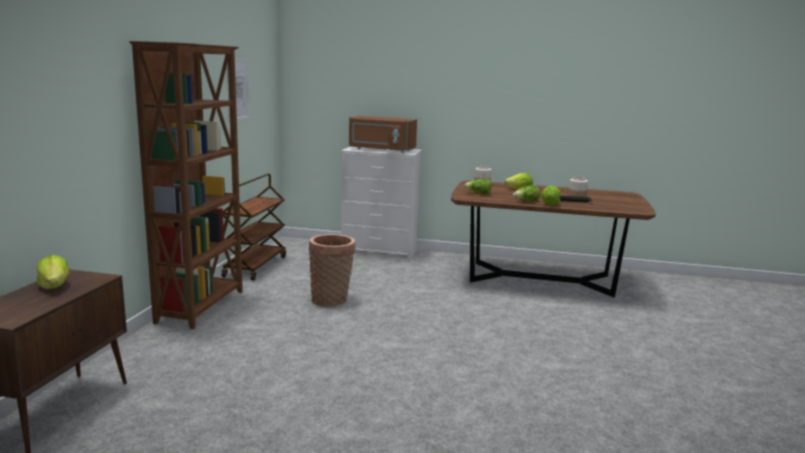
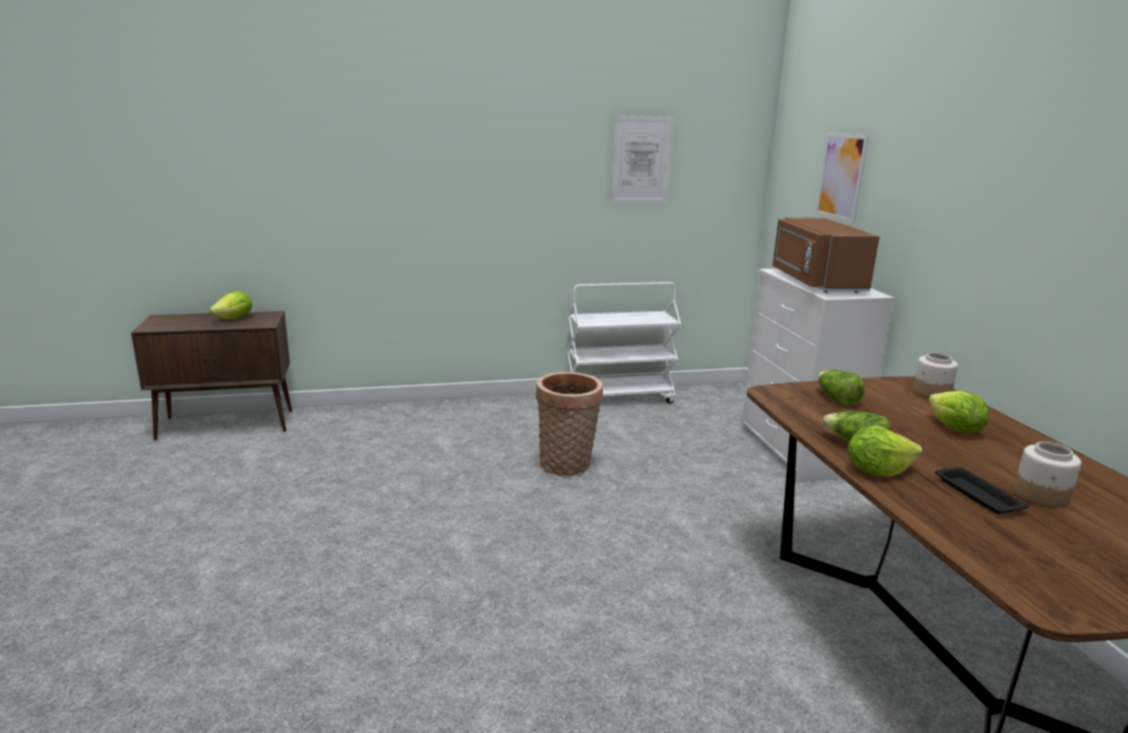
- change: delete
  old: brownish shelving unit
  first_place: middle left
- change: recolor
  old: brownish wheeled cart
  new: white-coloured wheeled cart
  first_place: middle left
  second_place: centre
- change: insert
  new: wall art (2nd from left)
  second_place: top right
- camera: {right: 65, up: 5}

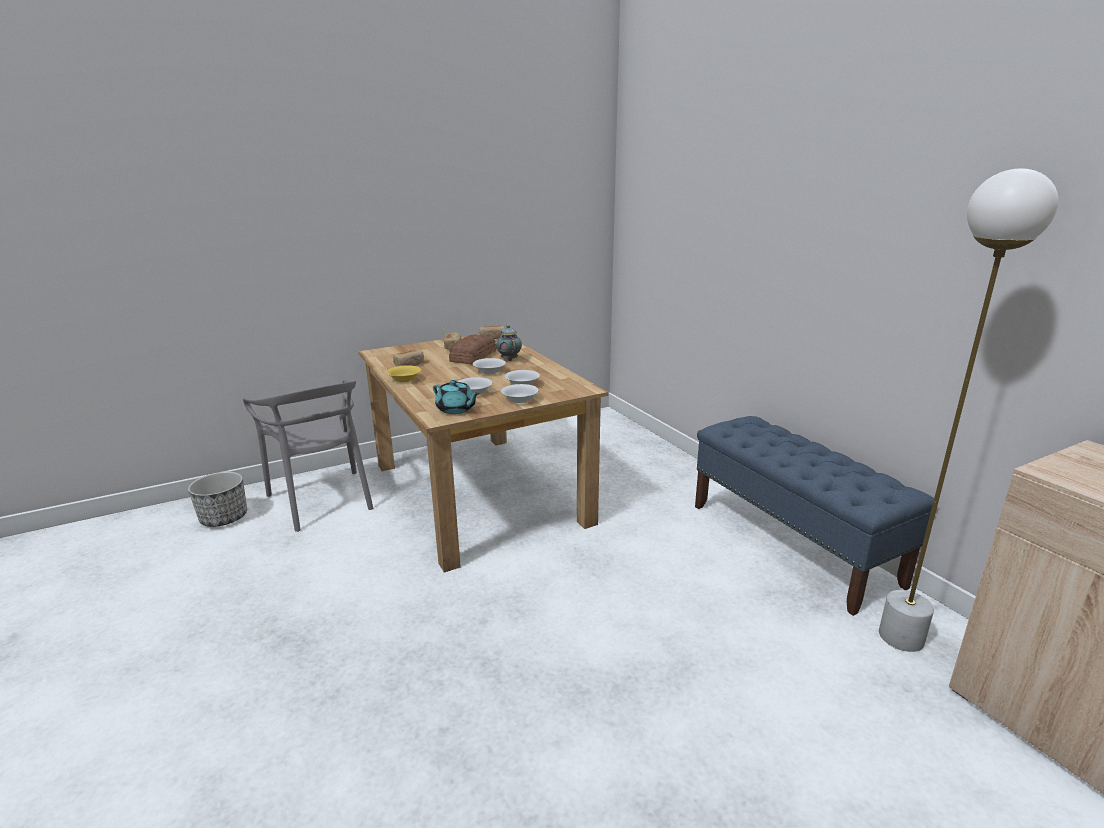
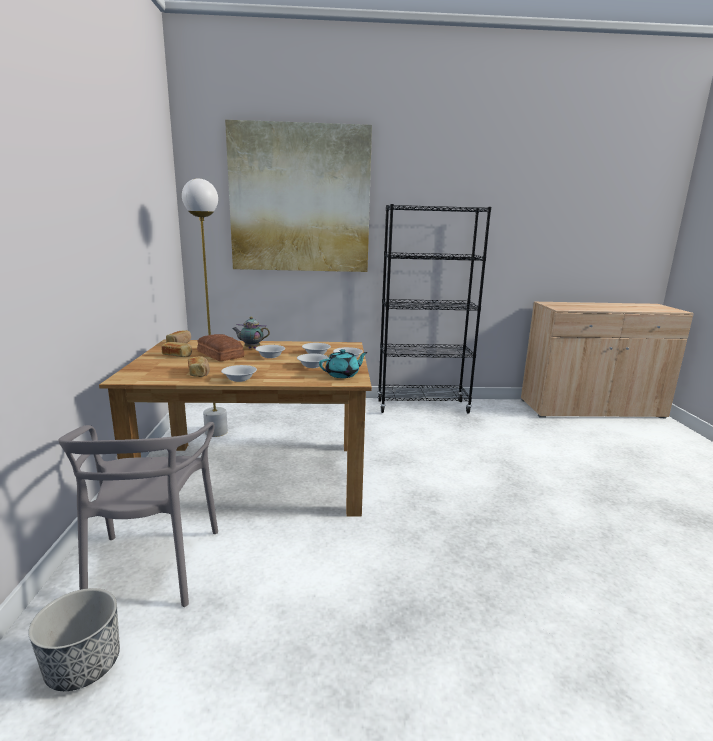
- change: move
  old: white-coloured standing lamp
  first_place: middle right
  second_place: middle left
- change: recolor
  old: yellow bowl
  new: white-coloured bowl (1st from left)
  first_place: centre
  second_place: centre
- change: rotate
  old: greyish chair
  first_place: middle left
  second_place: bottom left
  degrees: 90
- change: replace
  old: bluish indoor bench
  new: blackish shelving unit
  first_place: middle right
  second_place: centre
- change: insert
  new: wall art
  second_place: top centre
- camera: {right: -65, up: -5}

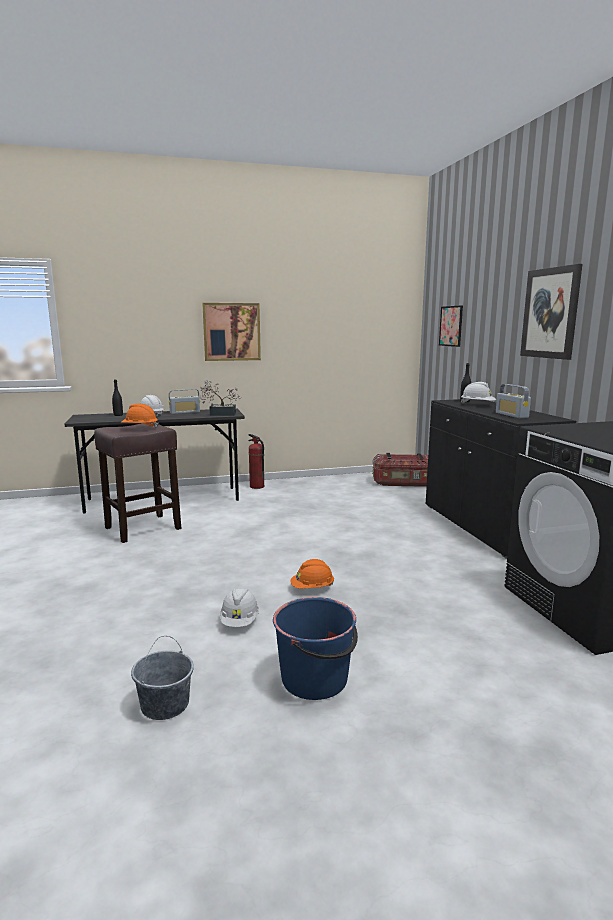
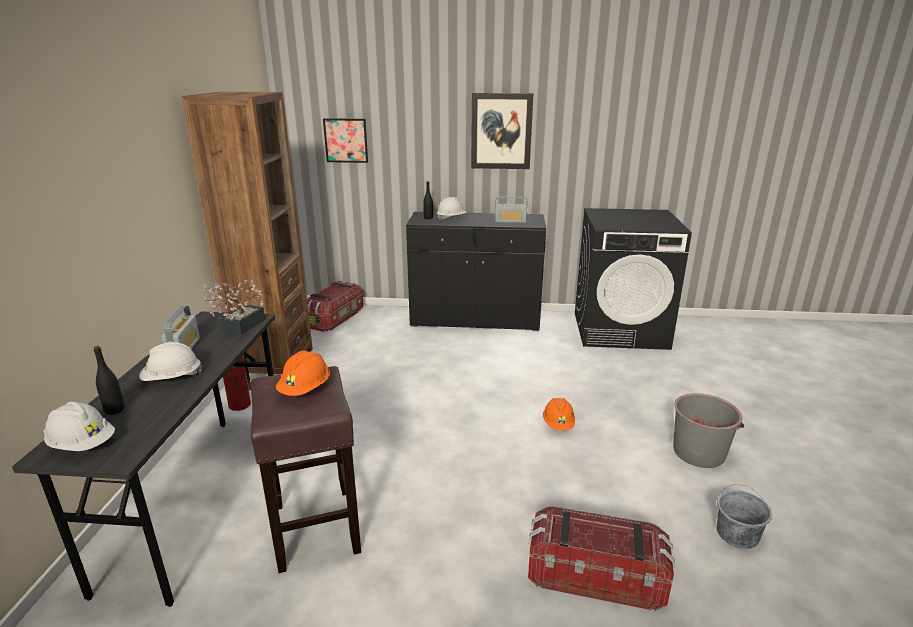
- change: delete
  old: wall art (1st from left)
  first_place: centre
- change: move
  old: white-coloured work helmet (2nd from left in the first image)
  new: white-coloured work helmet (1st from left)
  first_place: centre
  second_place: bottom left
- change: recolor
  old: bluish bucket
  new: greyish bucket (1st from left)
  first_place: bottom centre
  second_place: bottom right
- change: insert
  new: brownish shelving unit
  second_place: middle left
- change: insert
  new: storage container (2nd from left)
  second_place: bottom centre
- camera: {right: -70, up: 10}

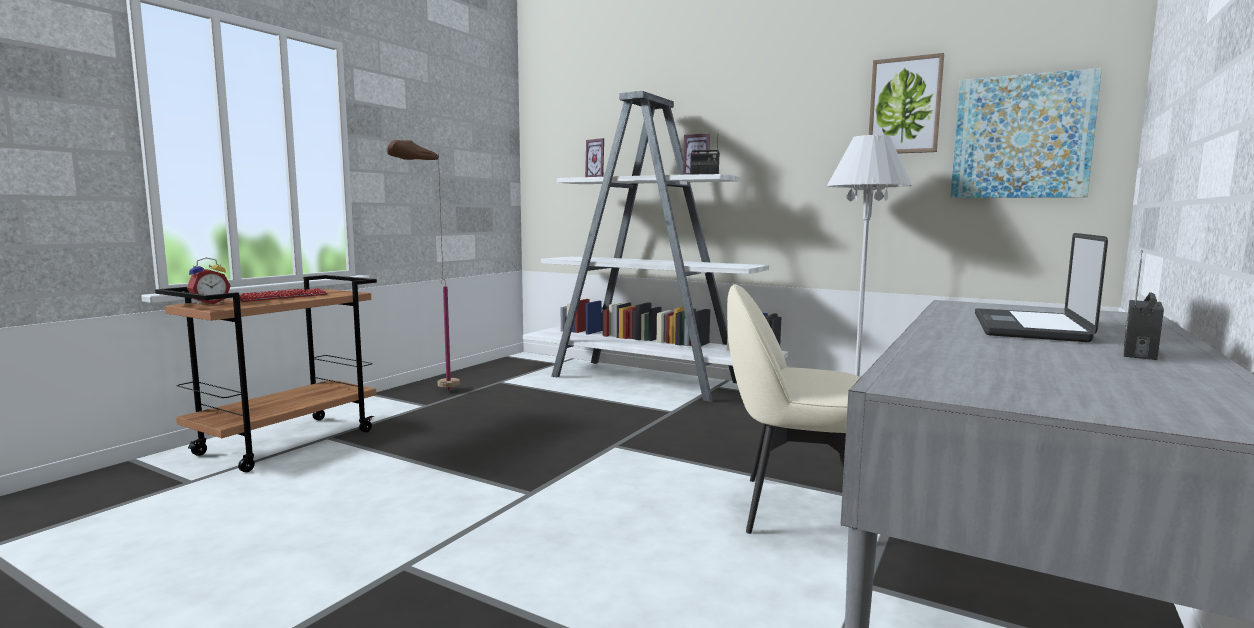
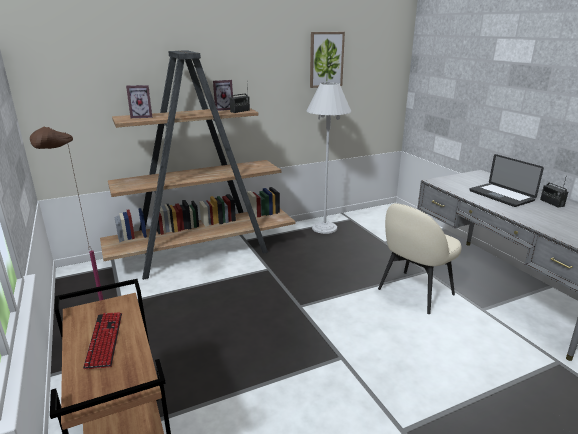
- change: delete
  old: wall art (2nd from left)
  first_place: top right
- change: recolor
  old: white-coloured shelving unit
  new: brownish shelving unit
  first_place: centre
  second_place: centre
- change: delete
  old: alarm clock
  first_place: middle left
- camera: {right: -55, up: 15}

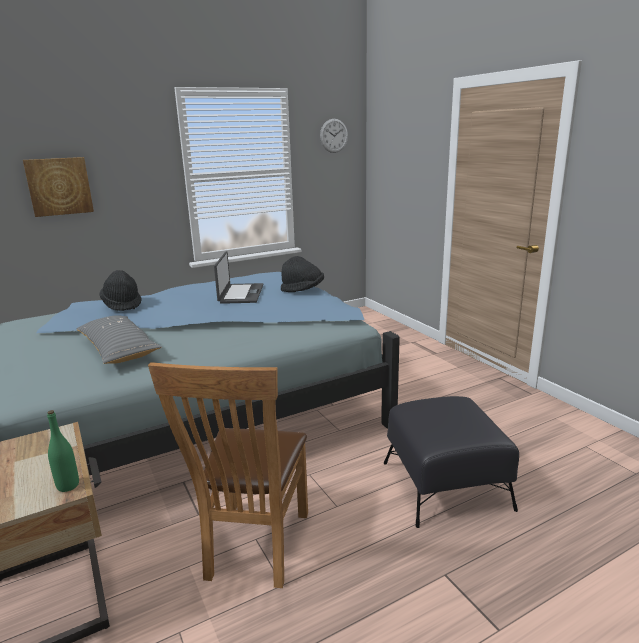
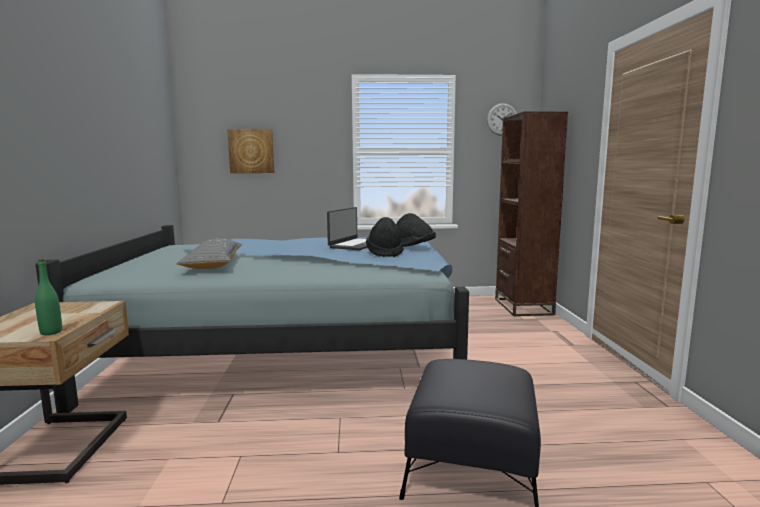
- change: move
  old: blackish clothing hat (1st from left)
  first_place: middle left
  second_place: centre
- change: delete
  old: brownish chair
  first_place: bottom centre
- change: insert
  new: brownish shelving unit
  second_place: middle right
- camera: {right: 25, up: -10}

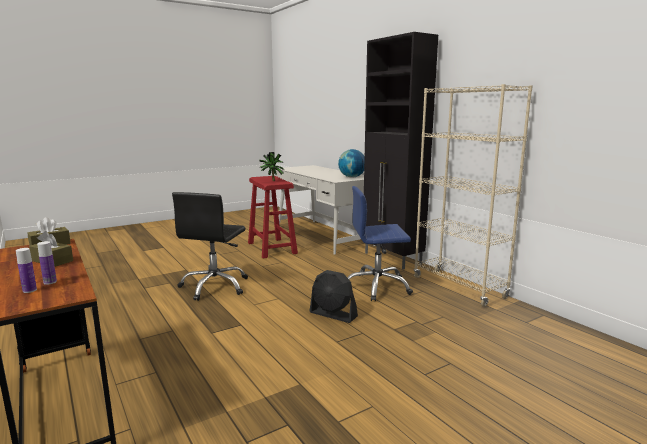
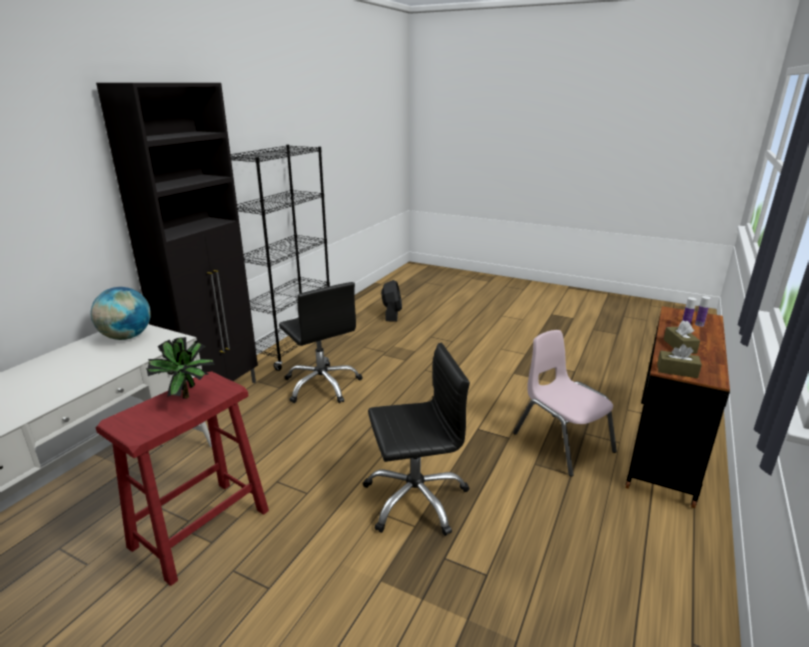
- change: recolor
  old: beige-coloured shelving unit
  new: blackish shelving unit
  first_place: middle right
  second_place: centre
- change: recolor
  old: bluish computer chair
  new: blackish computer chair (1st from left)
  first_place: centre
  second_place: centre
- change: move
  old: blackish electric fan
  first_place: bottom centre
  second_place: centre
- change: insert
  new: pink chair
  second_place: middle right
- camera: {right: -120, up: 10}

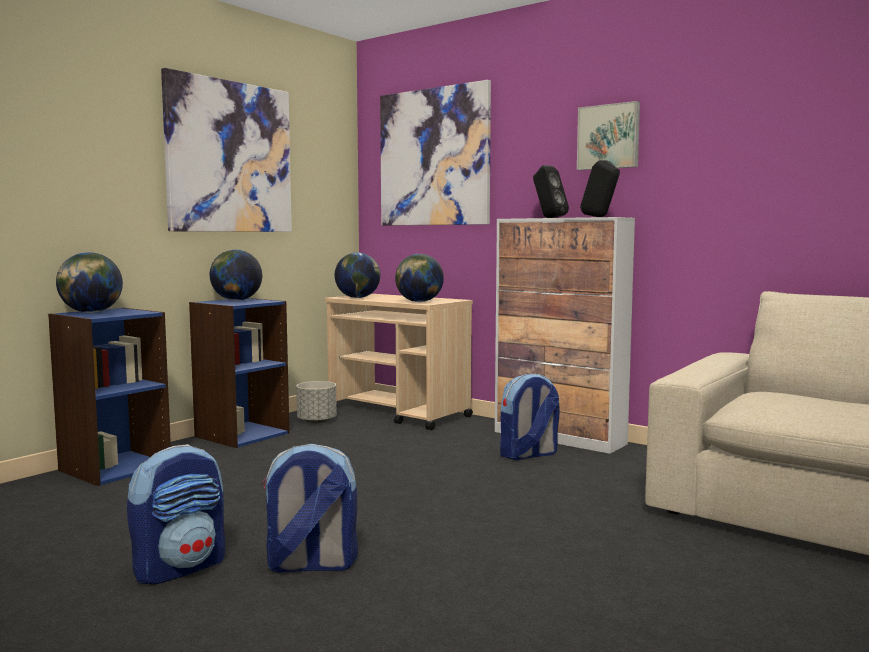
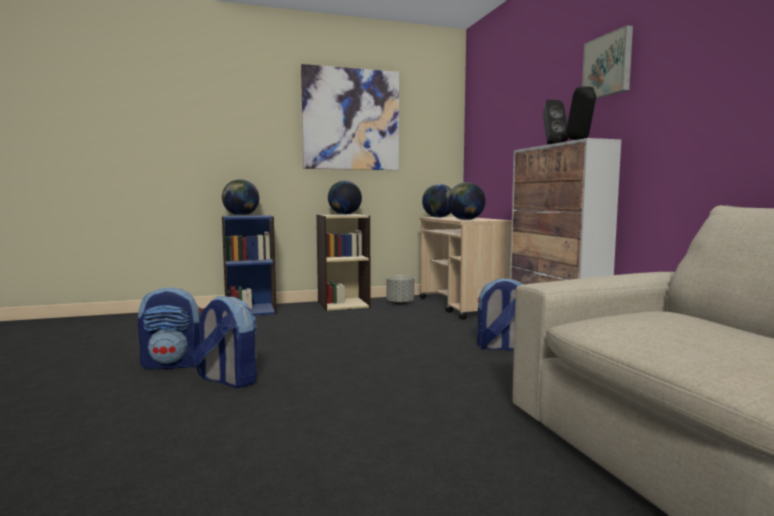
- change: delete
  old: wall art (2nd from left)
  first_place: top centre
- change: recolor
  old: bluish shelving unit (2nd from left)
  new: beige-coloured shelving unit
  first_place: middle left
  second_place: centre
- camera: {right: 35, up: 0}

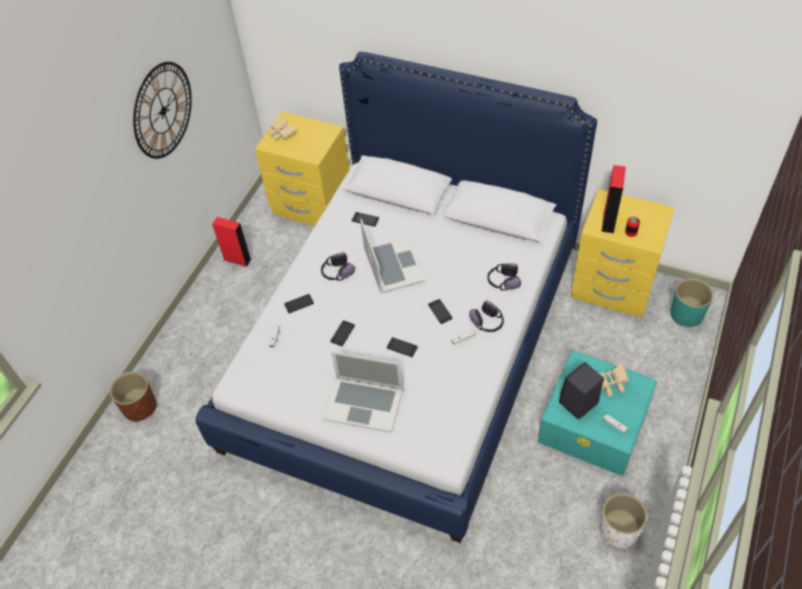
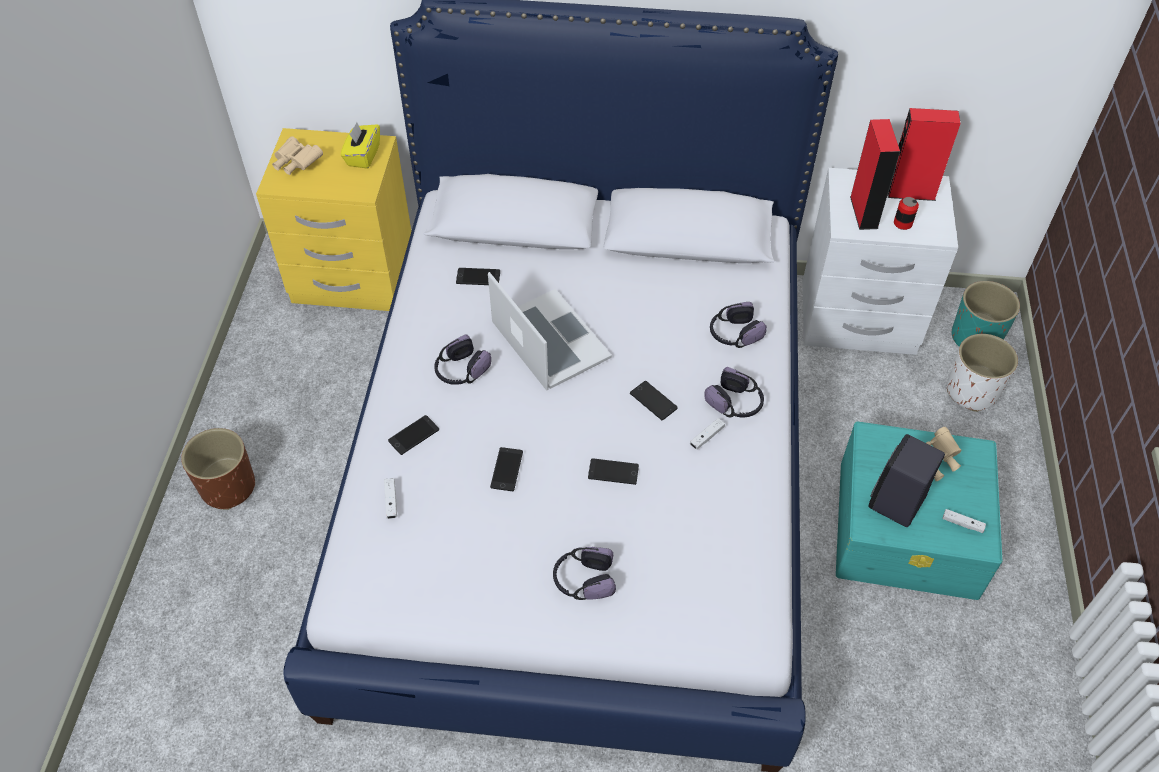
- change: delete
  old: wall clock
  first_place: top left
- change: recolor
  old: yellow nightstand (2nd from left)
  new: white-coloured nightstand
  first_place: middle right
  second_place: middle right
- change: move
  old: reddish audio speaker (1st from left in the first image)
  new: reddish audio speaker (2nd from left)
  first_place: middle left
  second_place: top right
- change: replace
  old: laptop (1st from left)
  new: headset (2nd from left)
  first_place: centre
  second_place: bottom centre
- change: move
  old: brownish plant pot
  first_place: bottom left
  second_place: middle left
- change: move
  old: white-coloured plant pot
  first_place: bottom right
  second_place: middle right
- change: insert
  new: yellow box of tissues
  second_place: top left
- camera: {right: -20, up: 0}

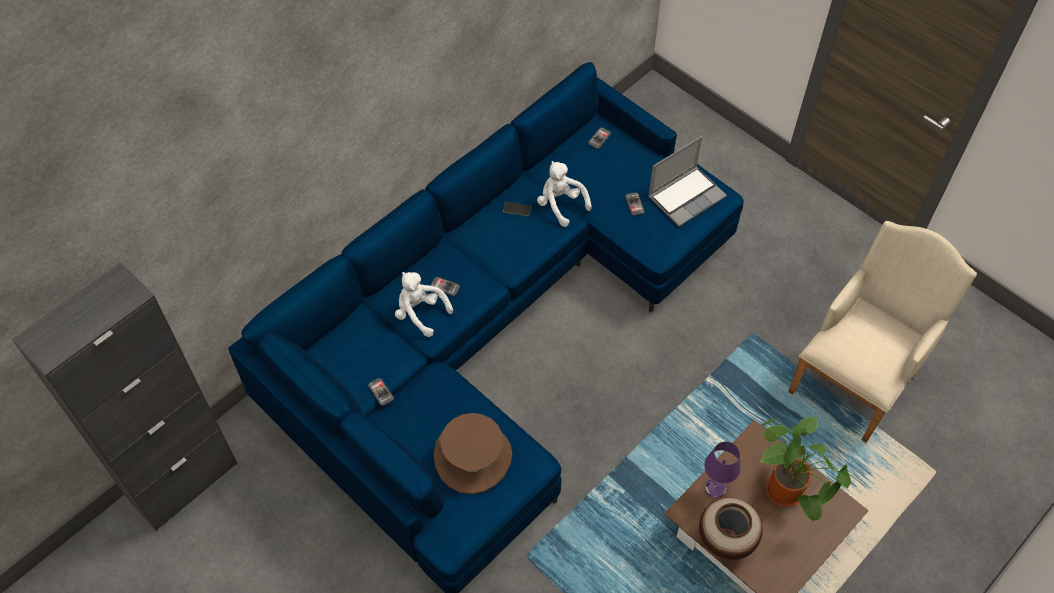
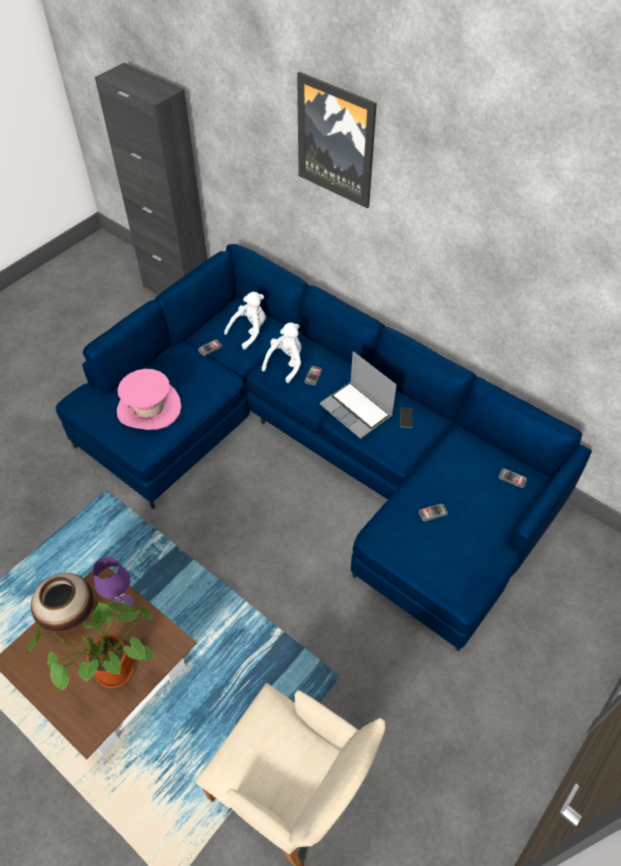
- change: move
  old: laptop
  first_place: top centre
  second_place: centre
- change: move
  old: white-coloured plush toy (2nd from left in the first image)
  new: white-coloured plush toy (1st from left)
  first_place: top centre
  second_place: centre
- change: recolor
  old: brownish clothing hat
  new: pink clothing hat
  first_place: bottom centre
  second_place: middle left
- change: insert
  new: wall art
  second_place: top centre
- camera: {right: 85, up: -5}

